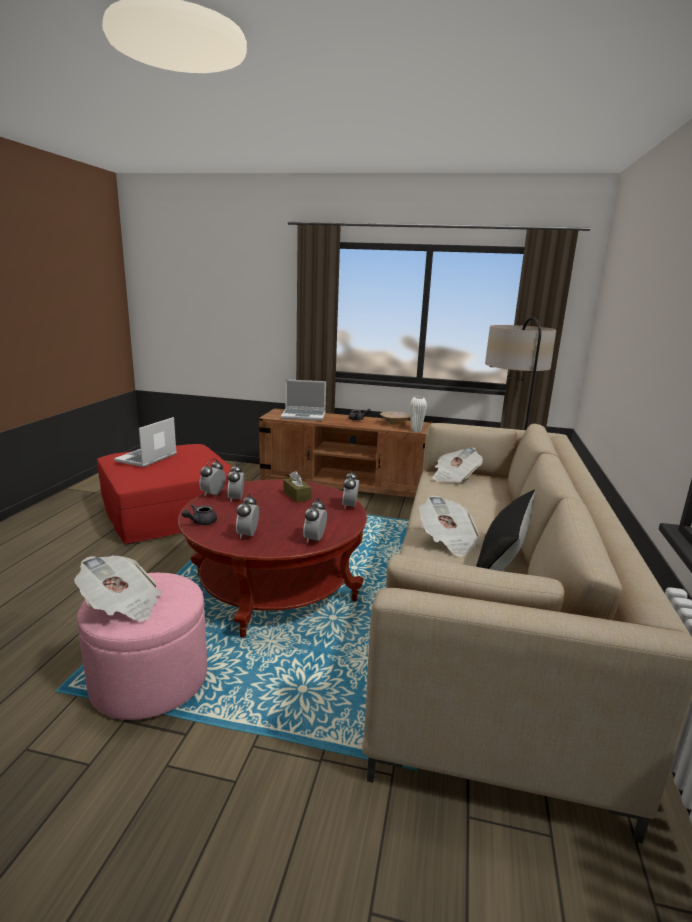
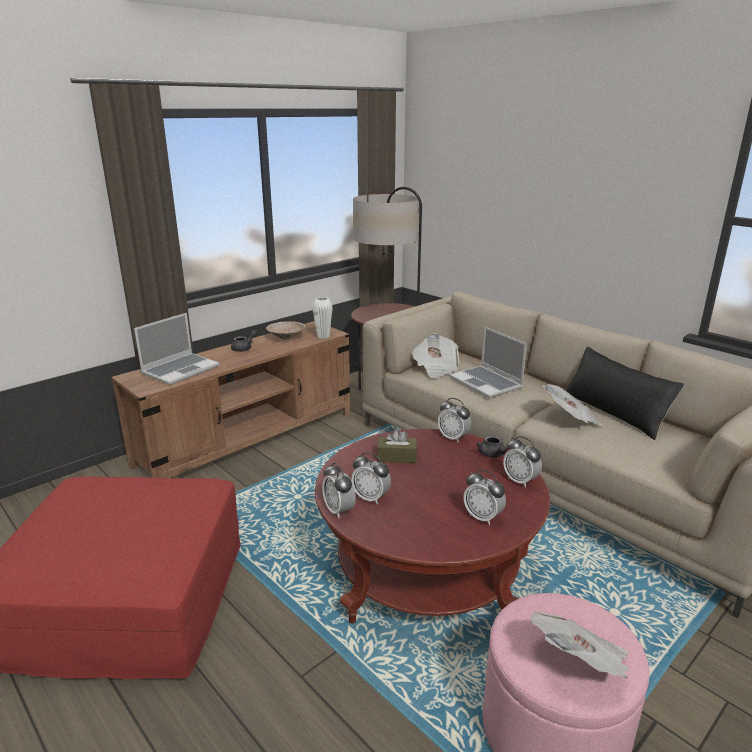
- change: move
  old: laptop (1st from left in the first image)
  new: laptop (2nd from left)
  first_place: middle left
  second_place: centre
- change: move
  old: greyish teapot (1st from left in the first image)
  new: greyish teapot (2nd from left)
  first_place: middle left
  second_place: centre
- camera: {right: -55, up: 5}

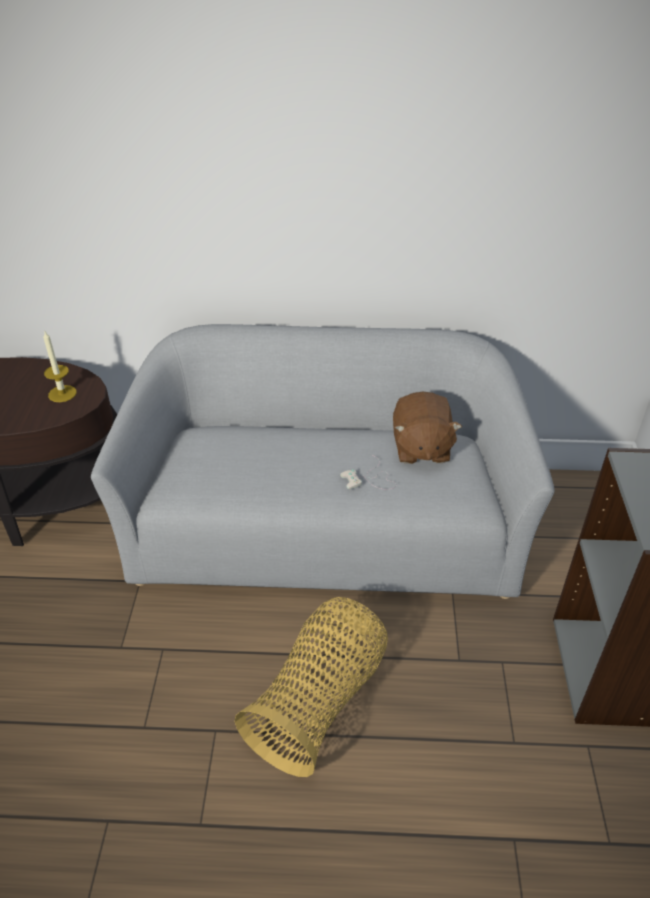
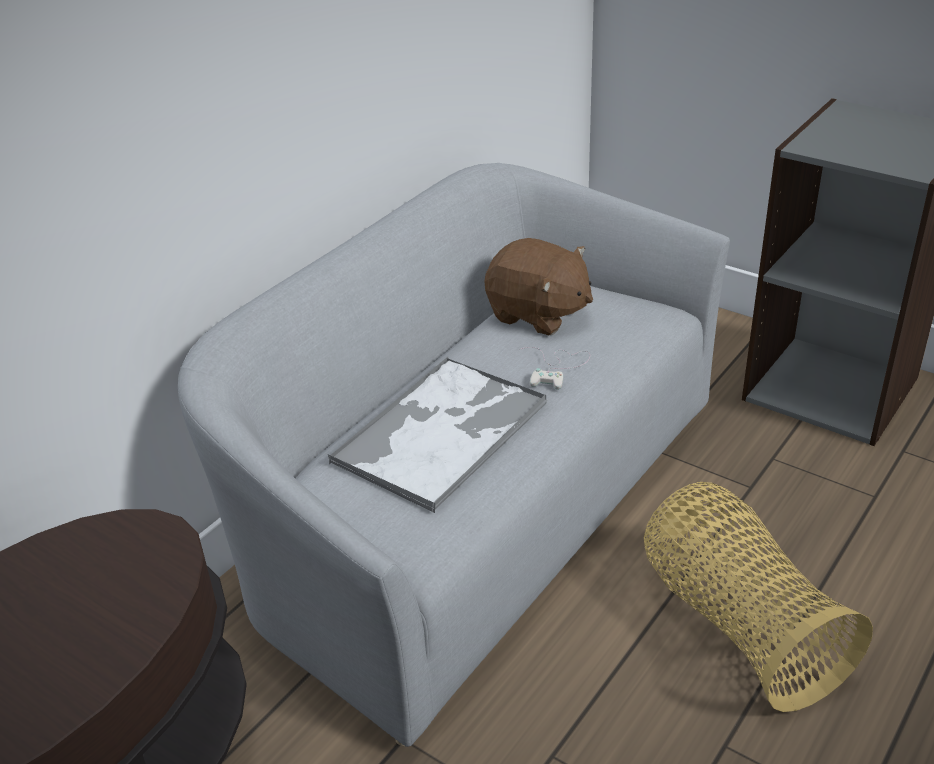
- change: delete
  old: candle
  first_place: middle left
- change: insert
  new: tray
  second_place: centre
- camera: {right: -55, up: -5}

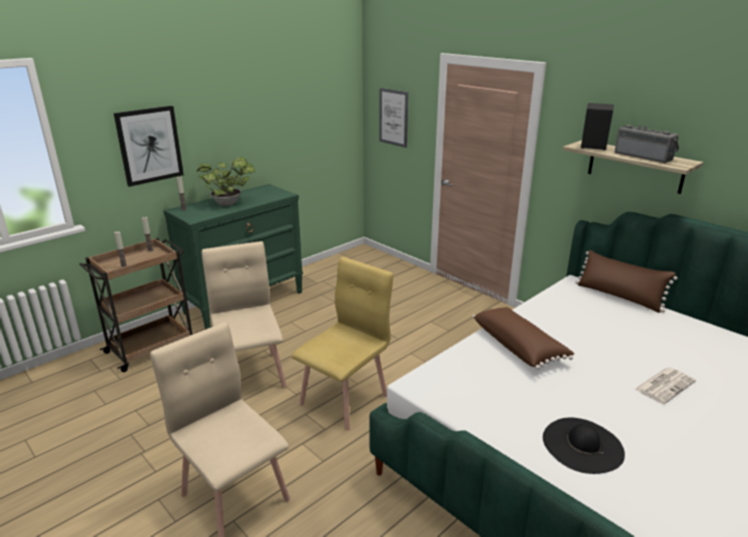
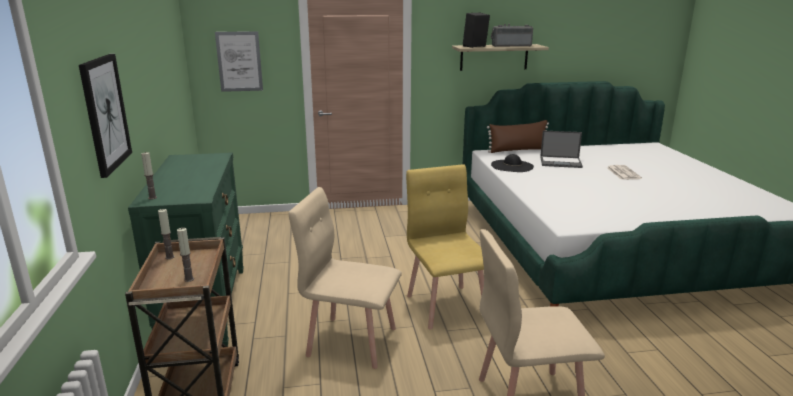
- change: delete
  old: houseplant
  first_place: middle left
- change: delete
  old: brownish cushion (1st from left)
  first_place: middle right
- change: move
  old: blackish clothing hat
  first_place: bottom right
  second_place: centre
- change: insert
  new: laptop
  second_place: middle right
- camera: {right: -55, up: -5}

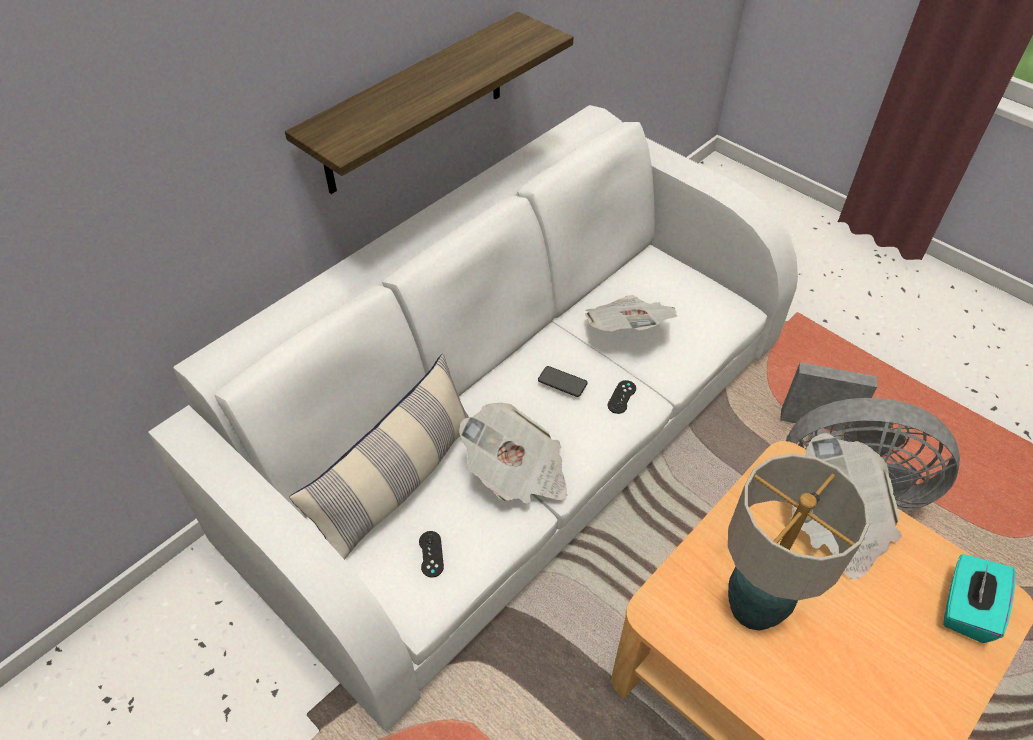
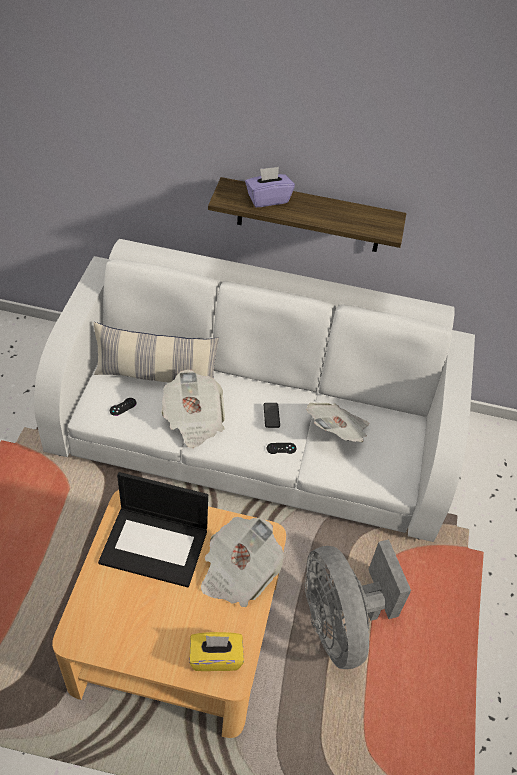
- change: replace
  old: table lamp
  new: laptop
  first_place: bottom right
  second_place: bottom left
- change: recolor
  old: blue-green box of tissues
  new: yellow box of tissues
  first_place: bottom right
  second_place: bottom centre
- change: insert
  new: purple-coloured box of tissues
  second_place: top centre
- camera: {right: 55, up: 0}

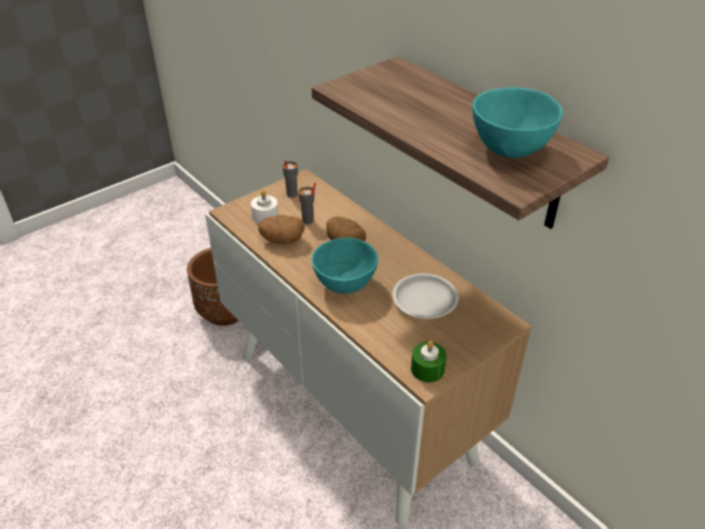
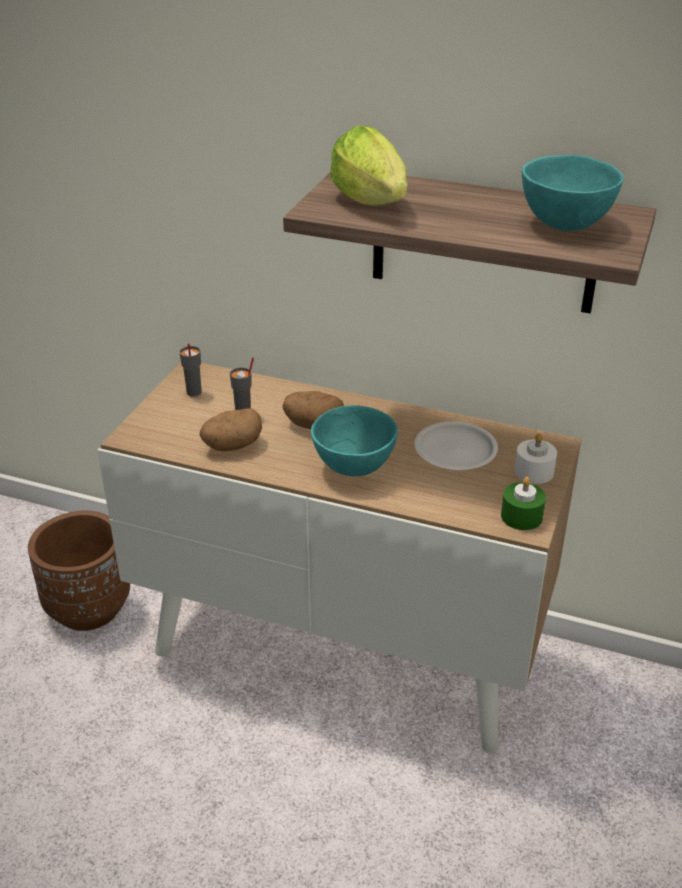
- change: move
  old: white-coloured candle
  first_place: centre
  second_place: middle right
- change: insert
  new: head of lettuce
  second_place: top centre
- camera: {right: -30, up: -5}

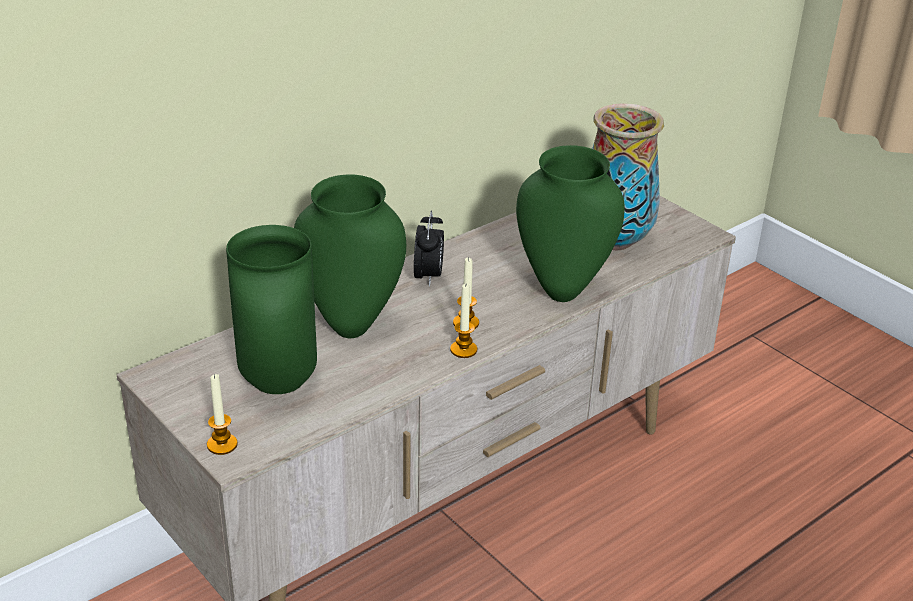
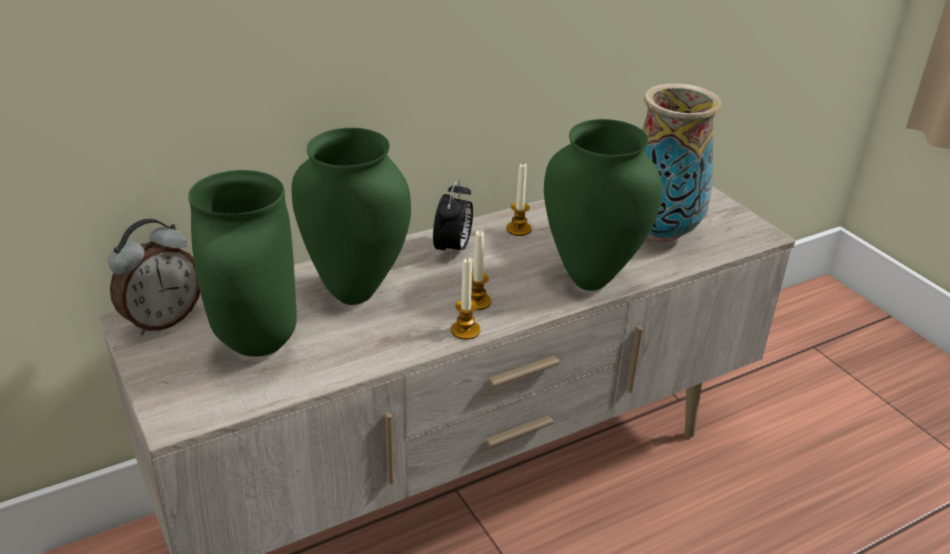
- change: move
  old: candle (1st from left in the first image)
  new: candle (3rd from left)
  first_place: bottom left
  second_place: centre
- change: insert
  new: alarm clock (1st from left)
  second_place: middle left
- camera: {right: 10, up: 0}

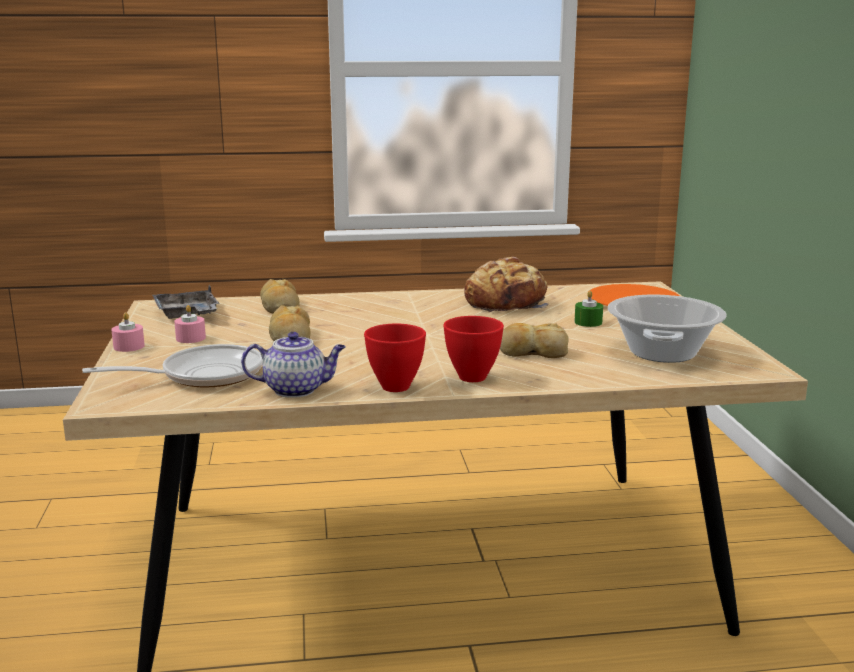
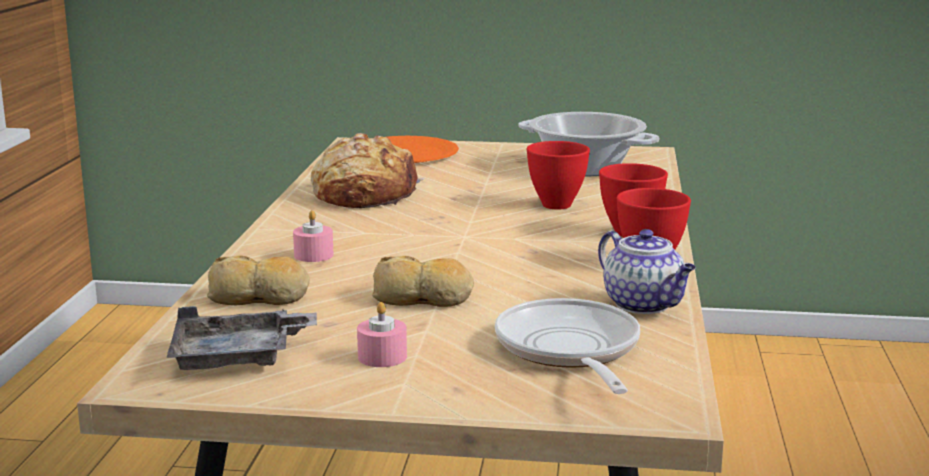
- change: delete
  old: green-coloured candle
  first_place: middle right
- change: move
  old: pink candle (1st from left)
  first_place: middle left
  second_place: centre
- change: replace
  old: bread (4th from left)
  new: reddish bowl (1st from left)
  first_place: centre
  second_place: centre
- change: rotate
  old: teapot
  first_place: centre
  second_place: middle right
  degrees: 135
- camera: {right: -75, up: 0}

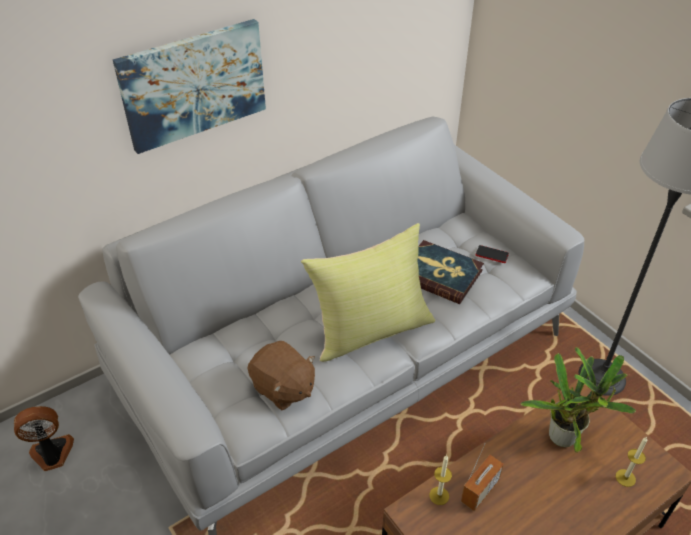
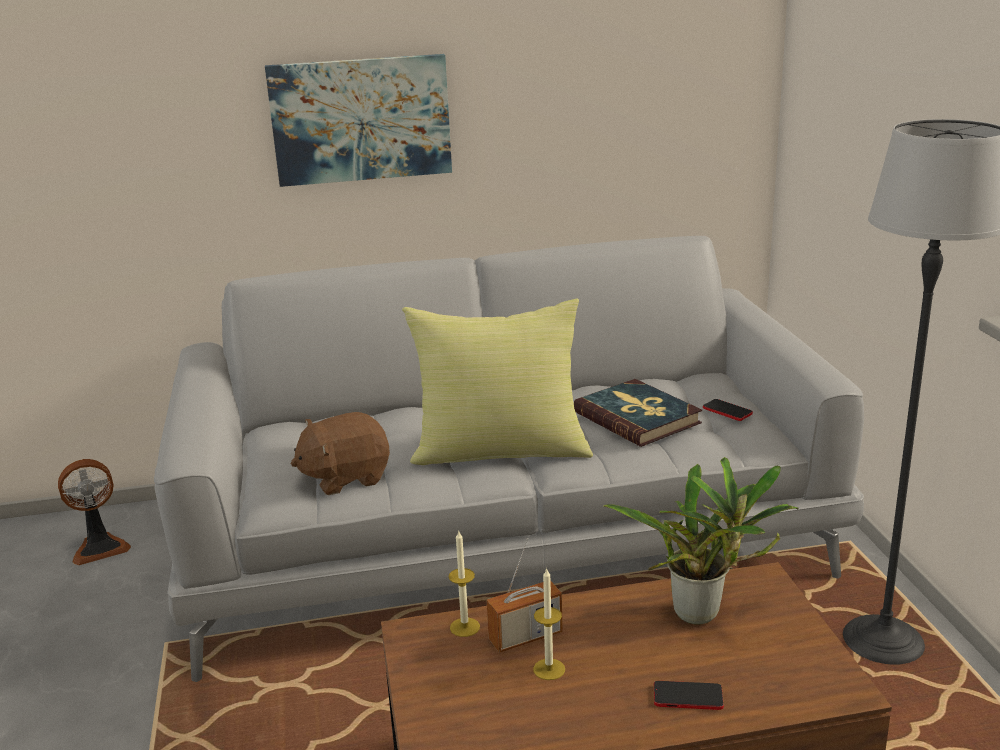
- change: rotate
  old: brownish plush toy
  first_place: bottom centre
  second_place: centre
  degrees: 90
- change: rotate
  old: electric fan
  first_place: bottom left
  second_place: bottom left
  degrees: 150
- change: move
  old: candle (2nd from left)
  first_place: bottom right
  second_place: bottom centre
- change: insert
  new: phone (1st from left)
  second_place: bottom right
- camera: {right: 25, up: -20}

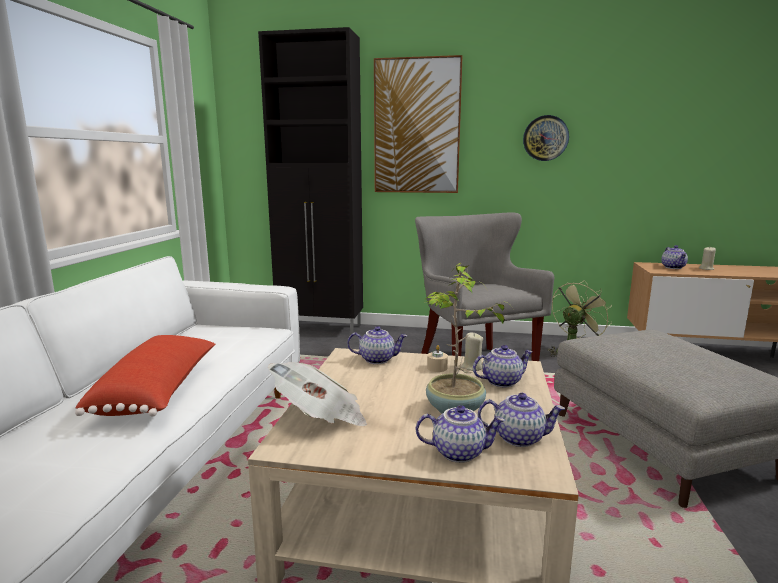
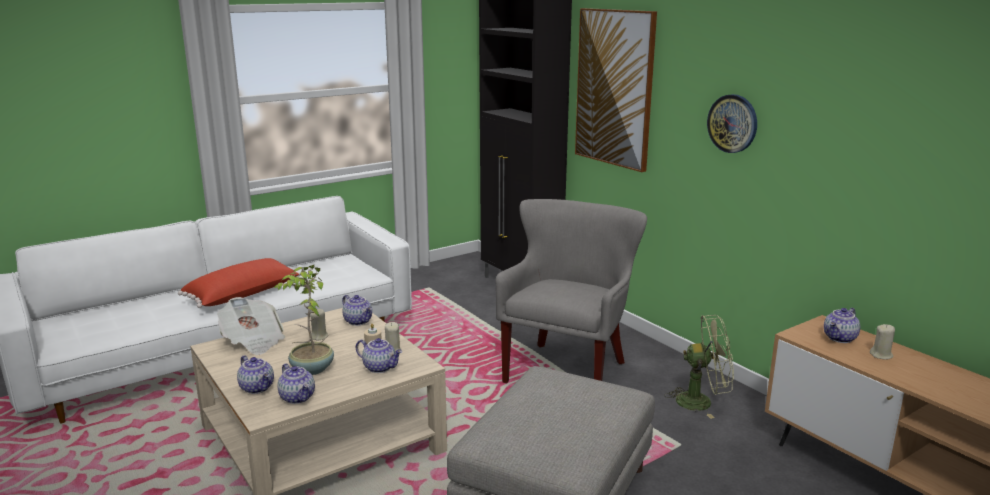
- change: insert
  new: beige-coloured candle (1st from left)
  second_place: middle left
- camera: {right: 45, up: 5}

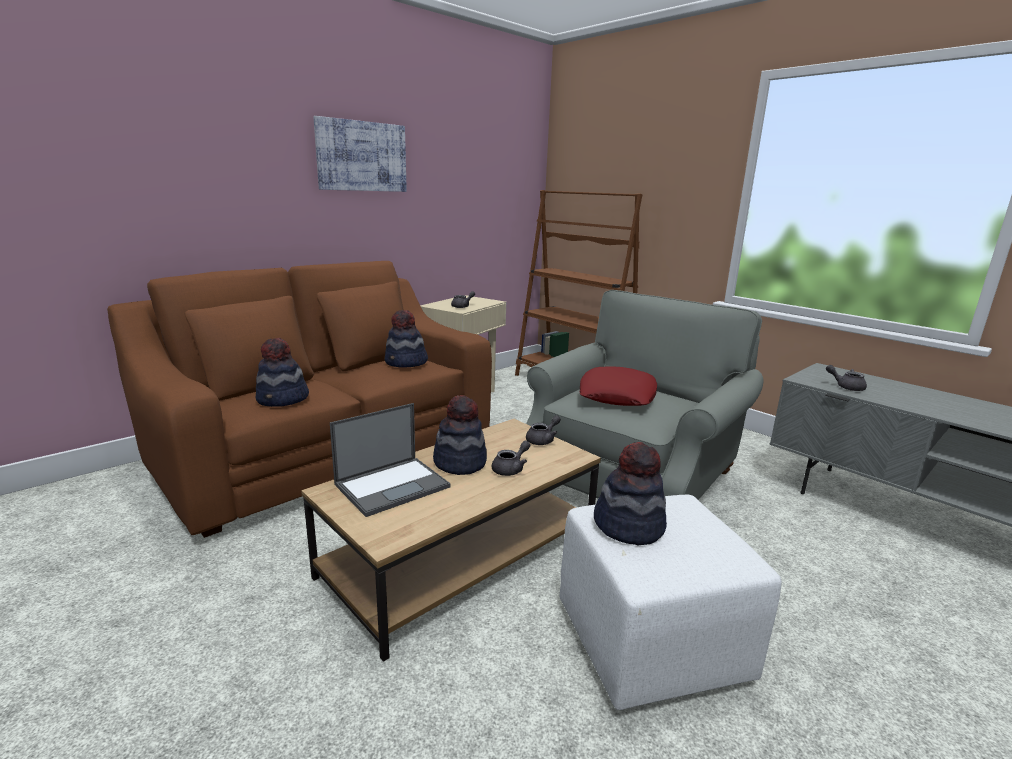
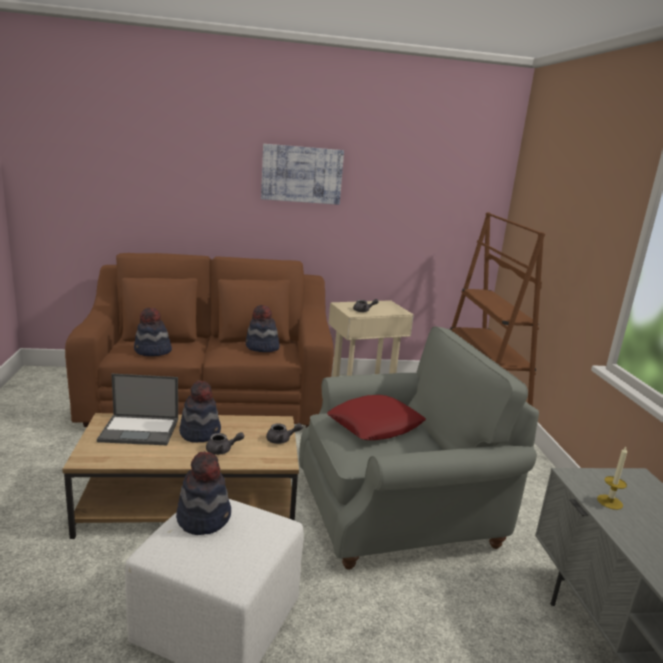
- change: replace
  old: greyish teapot (4th from left)
  new: candle
  first_place: middle right
  second_place: bottom right
- camera: {right: 35, up: 0}

